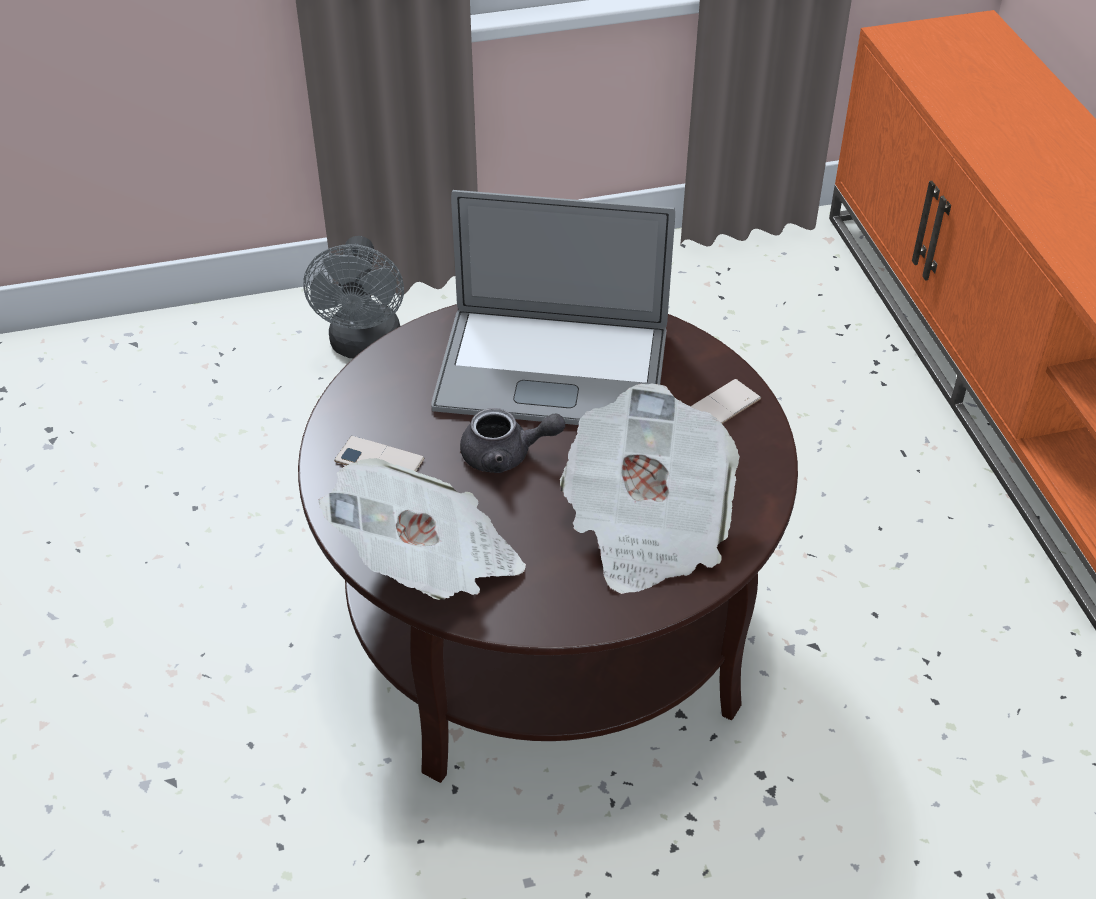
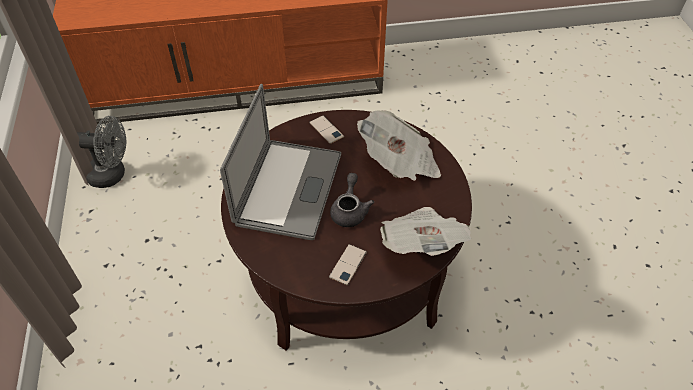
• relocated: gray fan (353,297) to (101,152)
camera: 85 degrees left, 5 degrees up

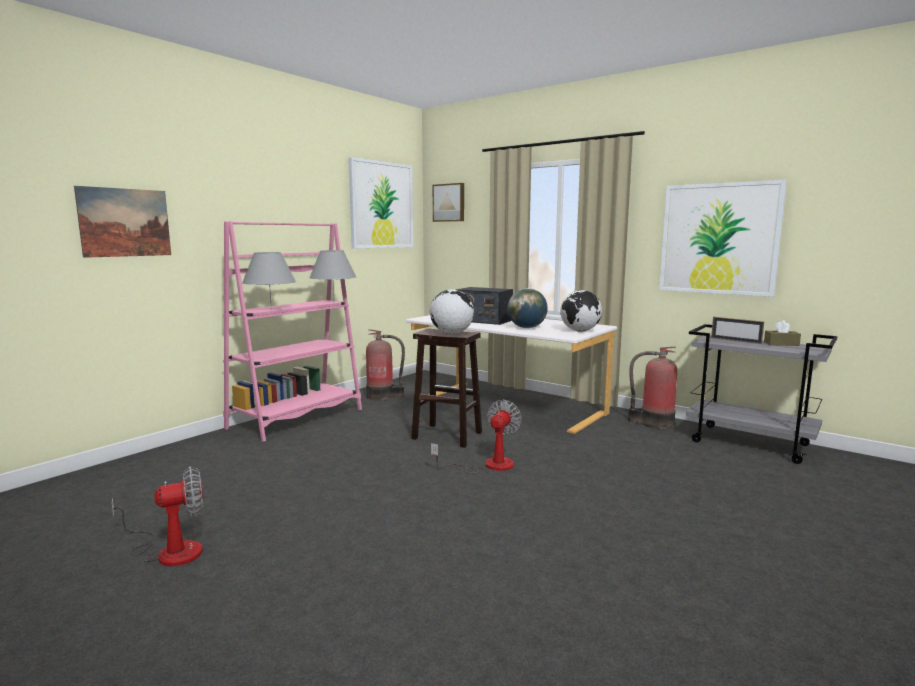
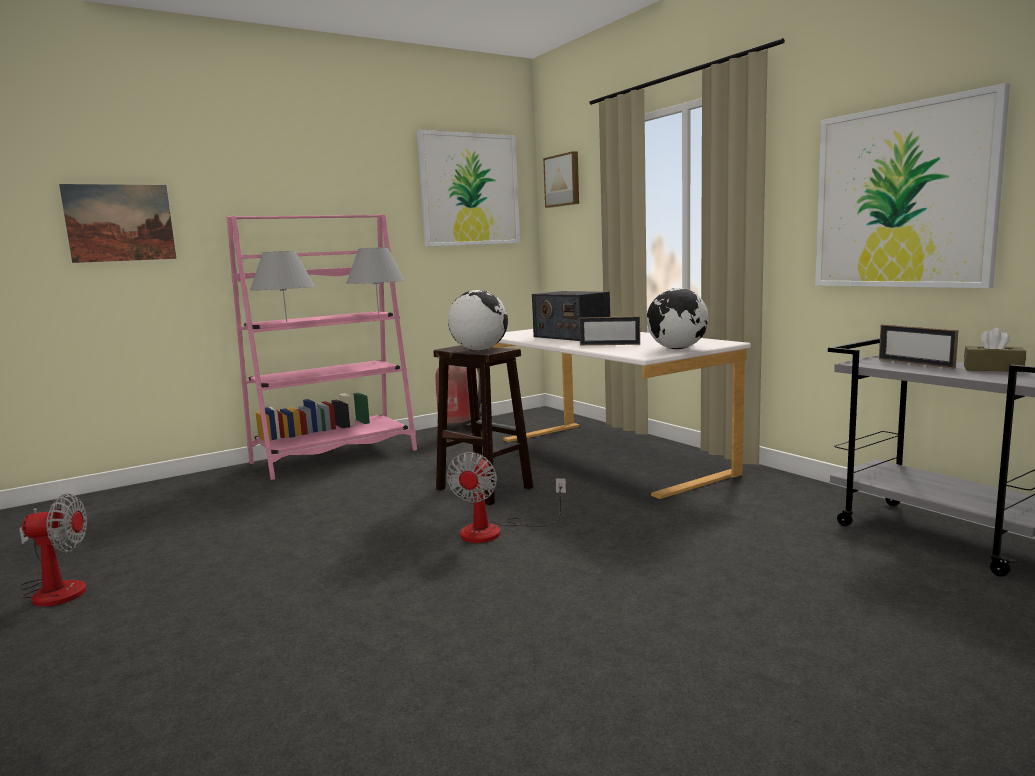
• spun: fan (476,437) = (506,497) 150 degrees clockwise
• exchanged: world globe (527,308) to standing frame (609,330)
• missing: fire extinguisher (652,388)
camera: 20 degrees right, 0 degrees up

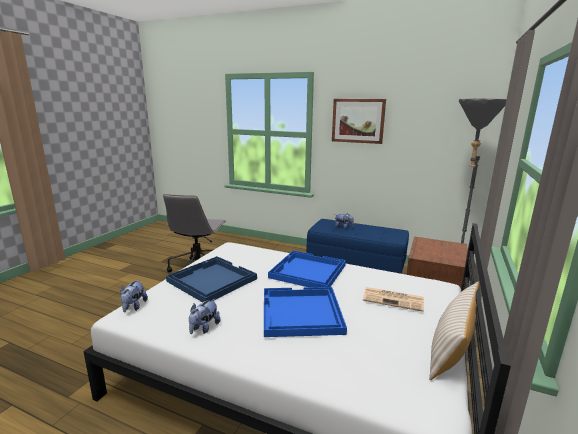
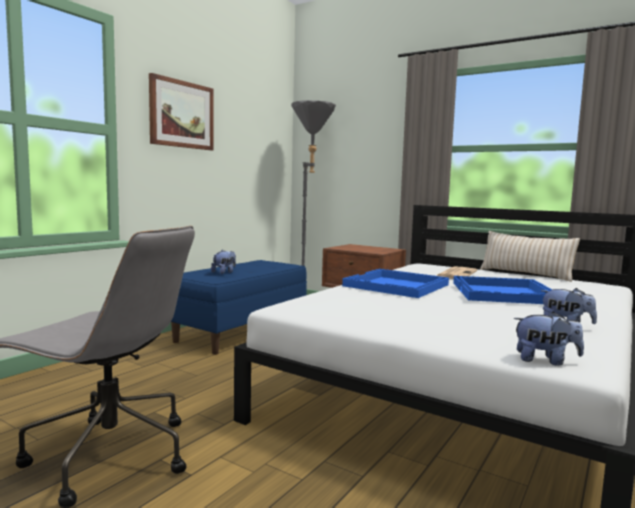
• missing: blue-coloured serving tray (211,279)
camera: 80 degrees left, 10 degrees down

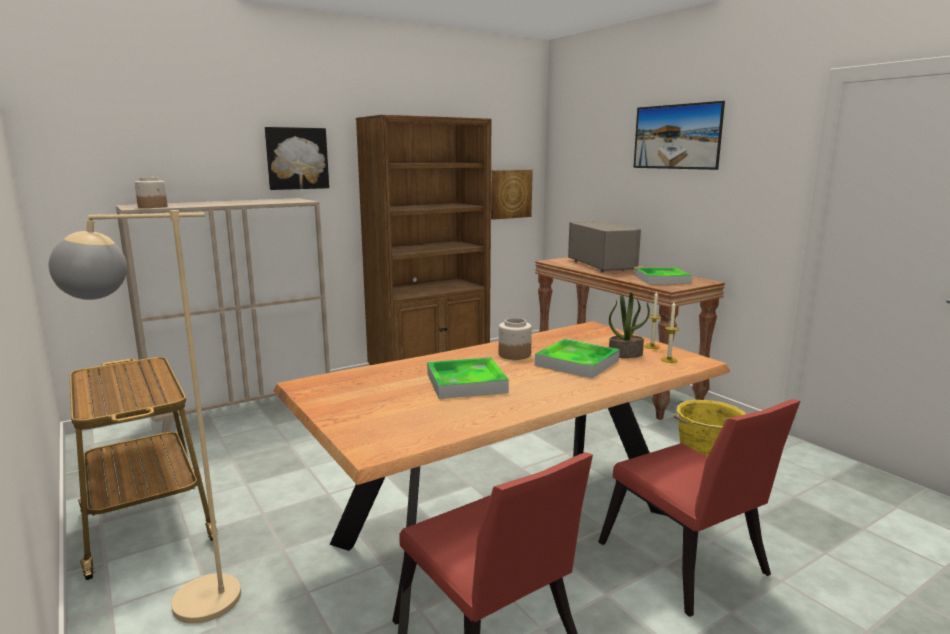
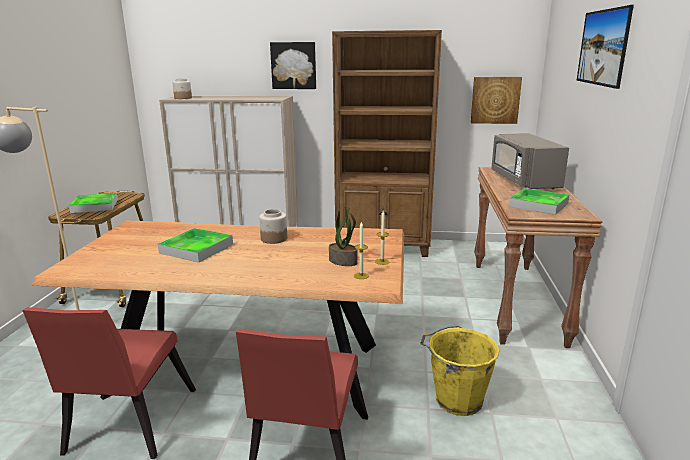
• relocated: serving tray (577,358) to (93,203)
• spun: gray kitchen microwave (604,246) = (530,161) 150 degrees clockwise
camera: 40 degrees right, 5 degrees up

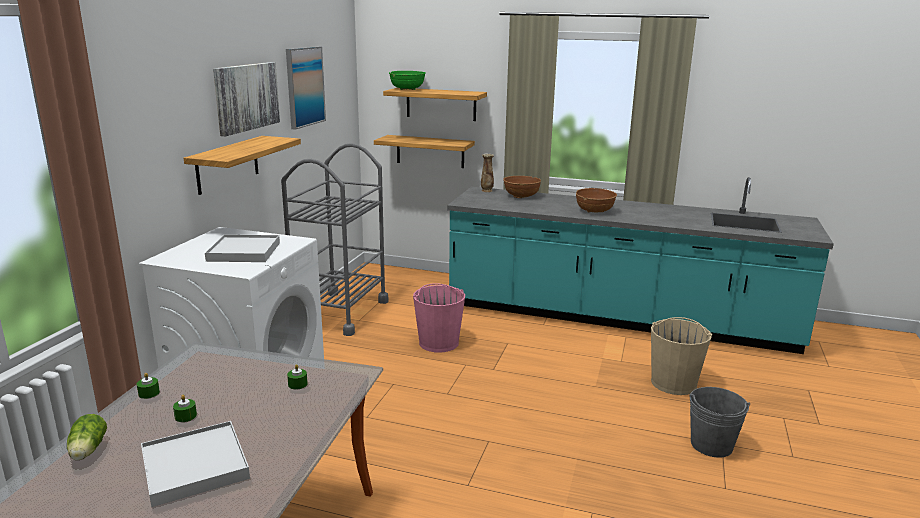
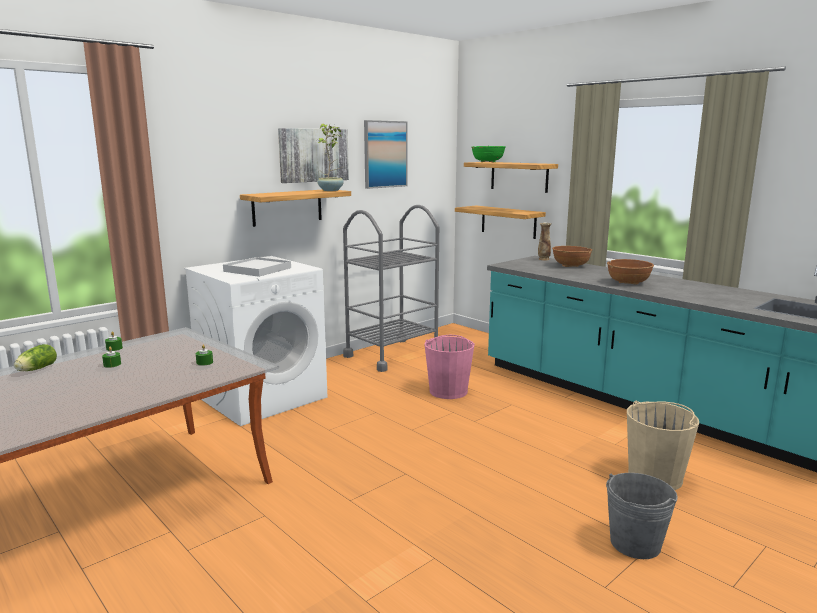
• missing: white-coloured serving tray (195,464)
• appeared: plant in a pot (330,157)
camera: 30 degrees right, 5 degrees down

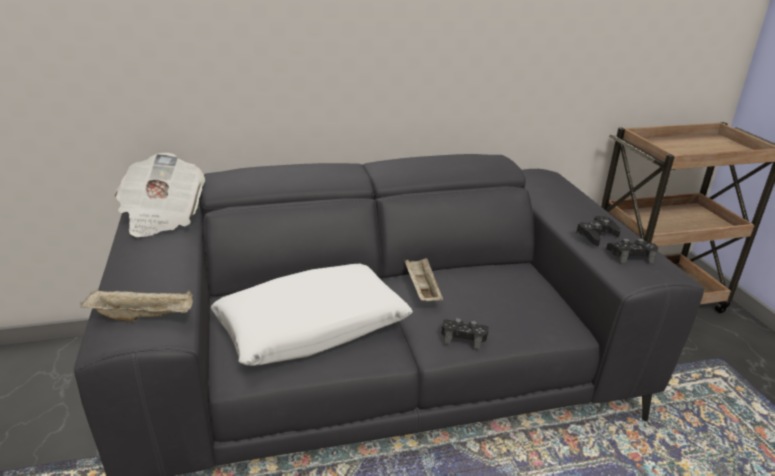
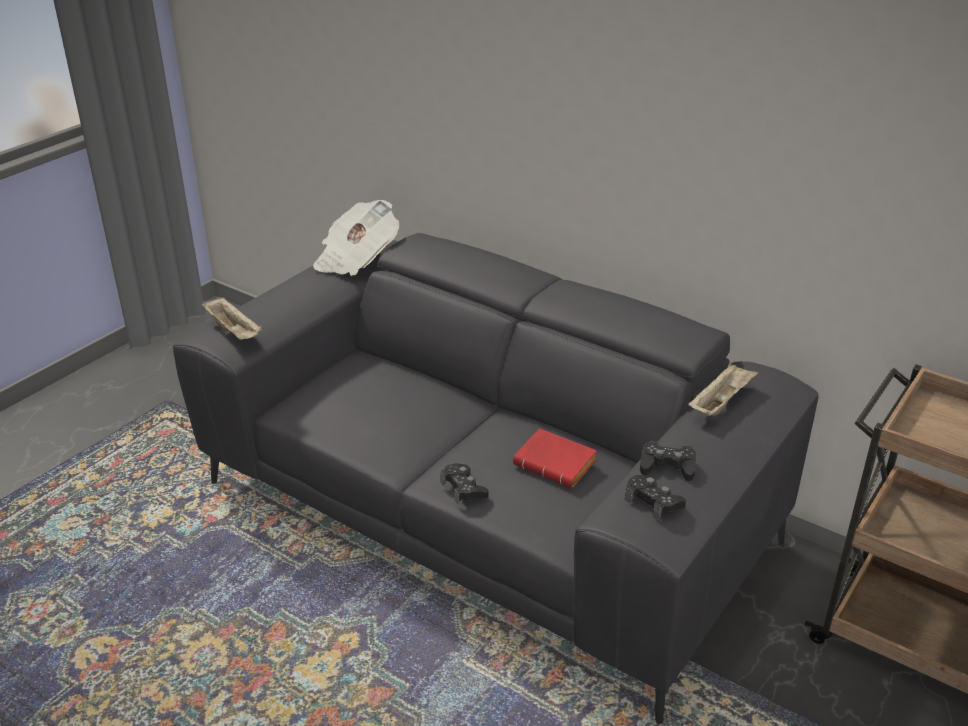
• missing: white-coloured cushion (311,315)
• relocated: beige-coloured serving tray (423,280) to (723,389)
• appeared: reddish volume (555,458)
camera: 50 degrees right, 5 degrees up

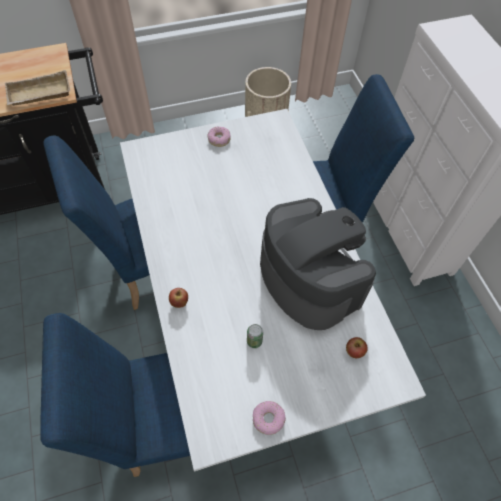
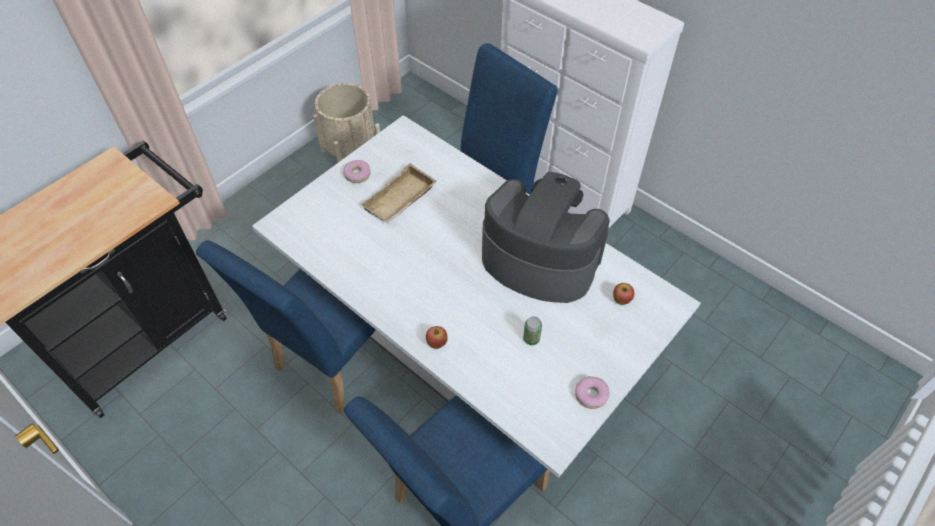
• relocated: beige-coloured serving tray (37,88) to (399,193)
camera: 30 degrees left, 5 degrees down

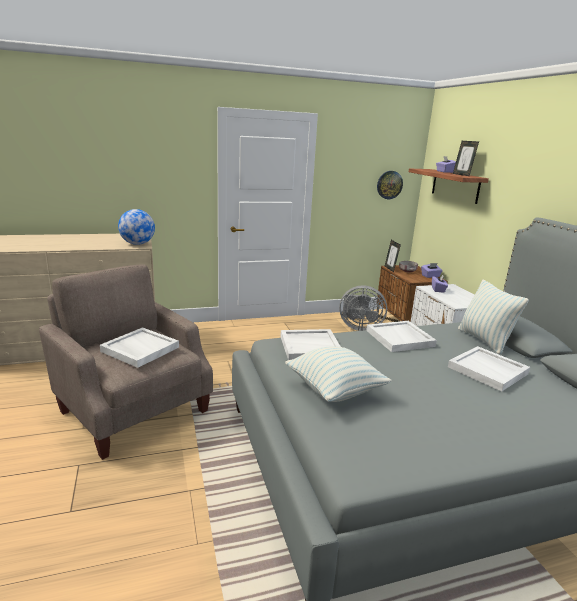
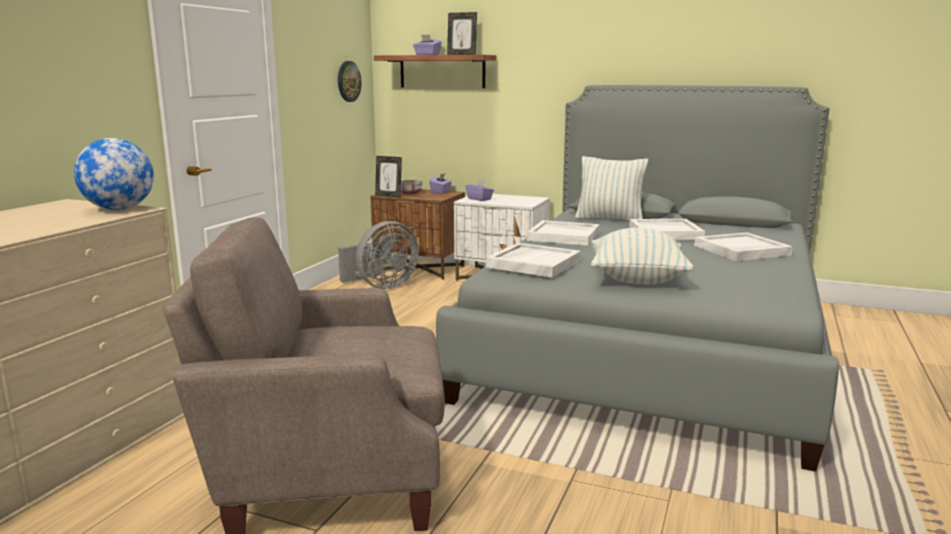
• relocated: white-coloured serving tray (139,347) to (743,246)
camera: 50 degrees left, 5 degrees down

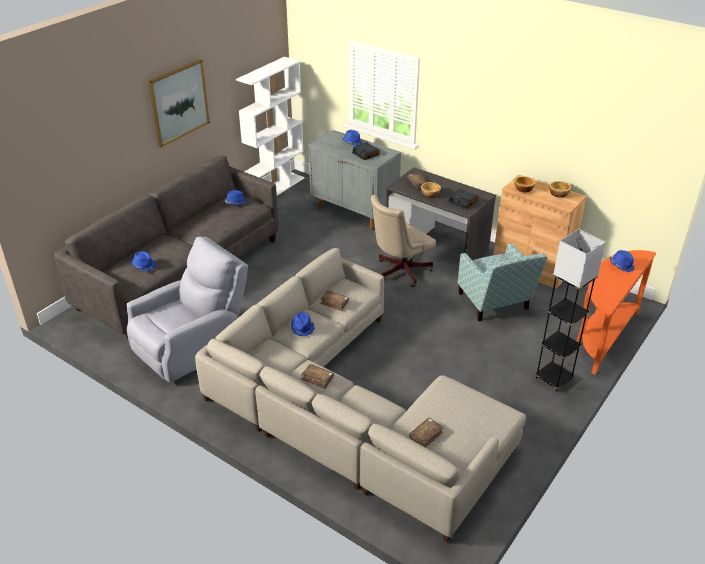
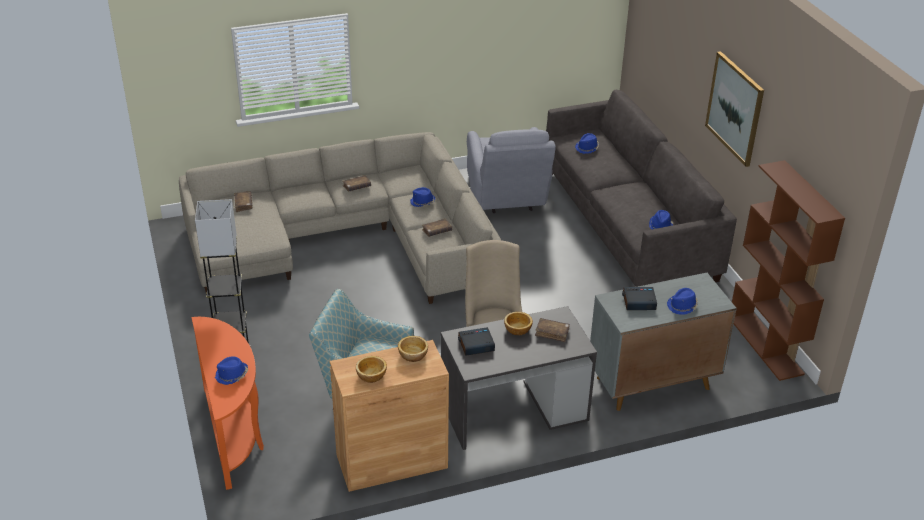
• colour: white-coloured shelving unit (270,126) to brownish shelving unit (788,270)
camera: 125 degrees right, 0 degrees up

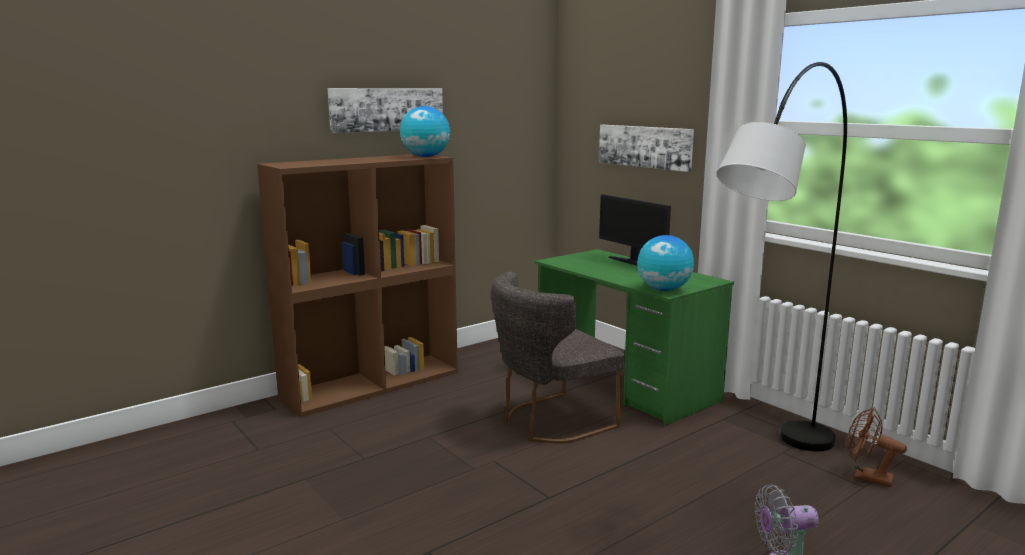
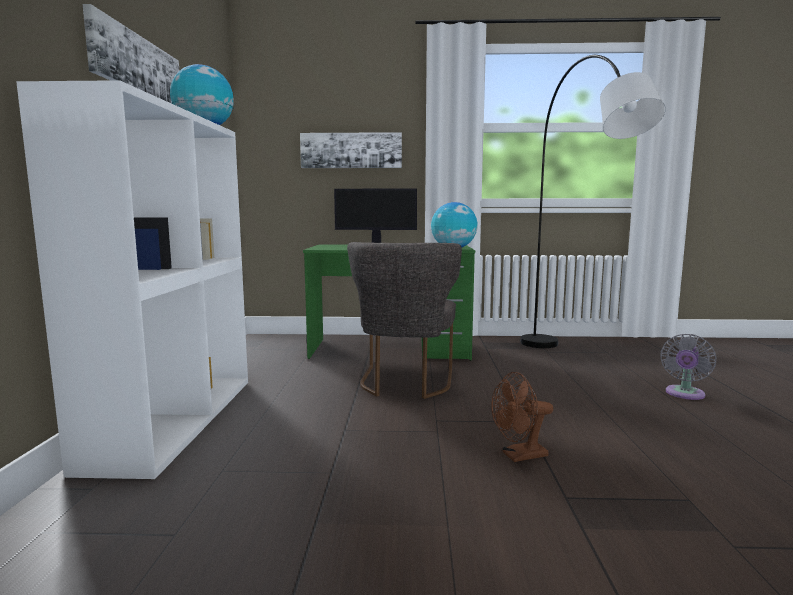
• colour: brownish shelving unit (357,286) to white-coloured shelving unit (132,279)
• relocated: brownish fan (877,447) to (522,417)
camera: 50 degrees left, 5 degrees down

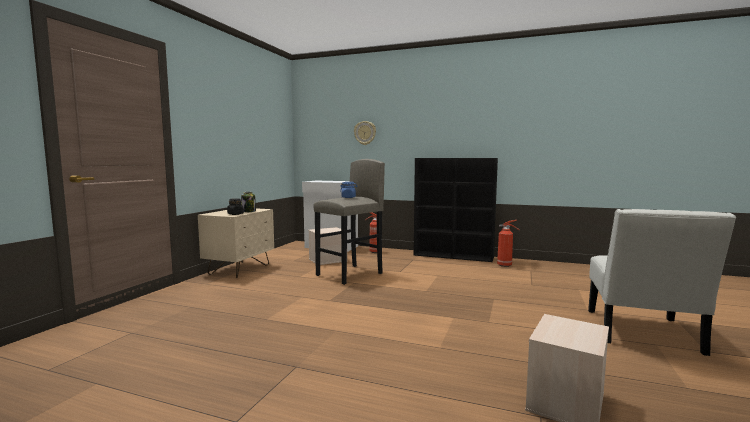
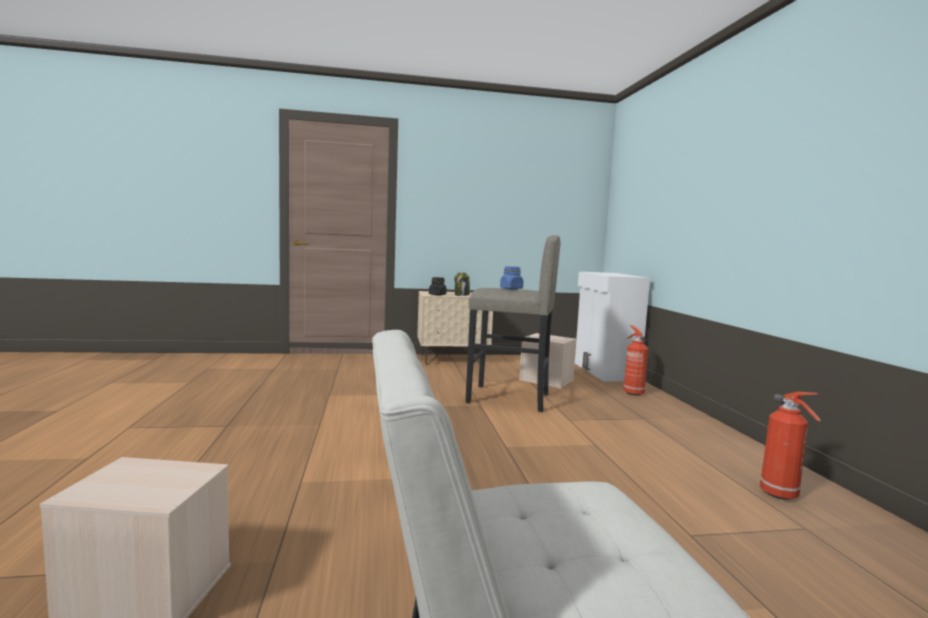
• missing: wall clock (365,133)
• missing: blackish shelving unit (456,210)
camera: 60 degrees right, 0 degrees up

